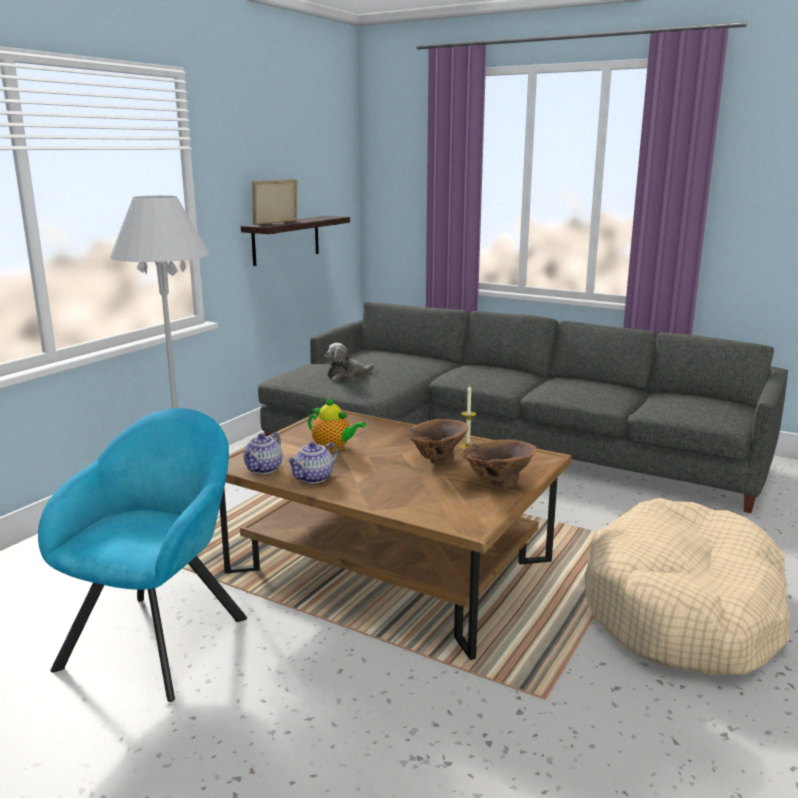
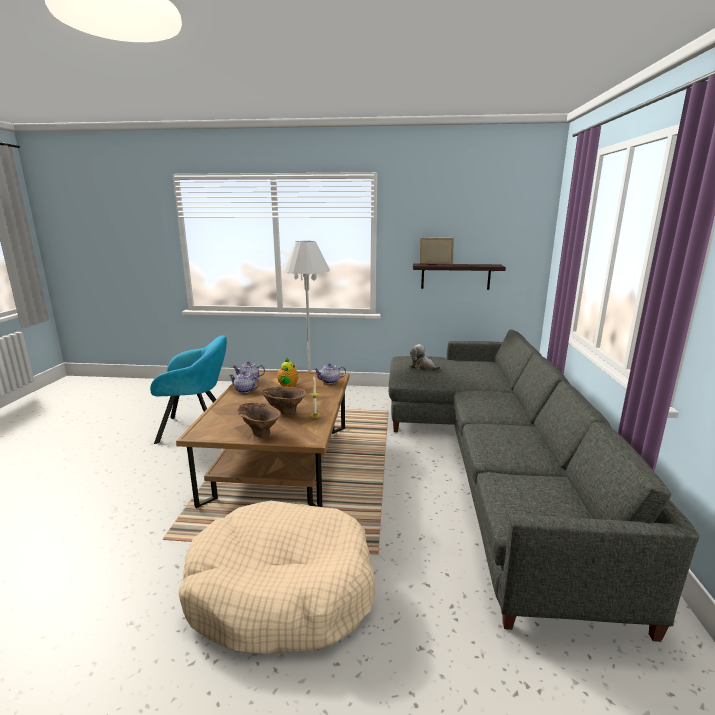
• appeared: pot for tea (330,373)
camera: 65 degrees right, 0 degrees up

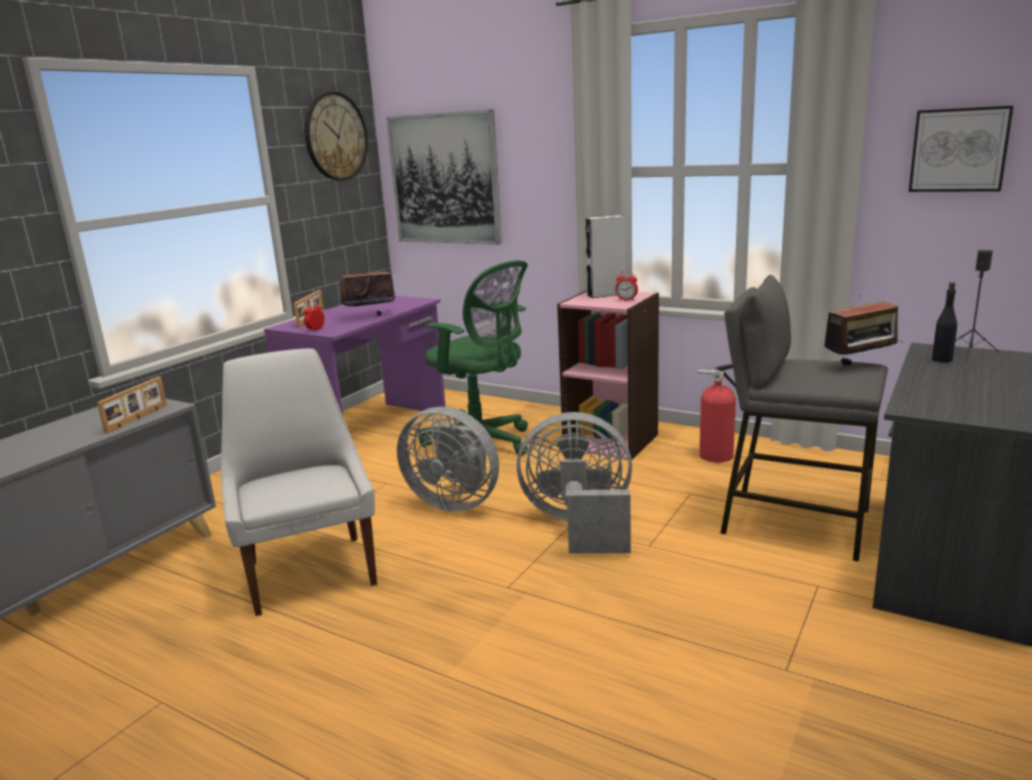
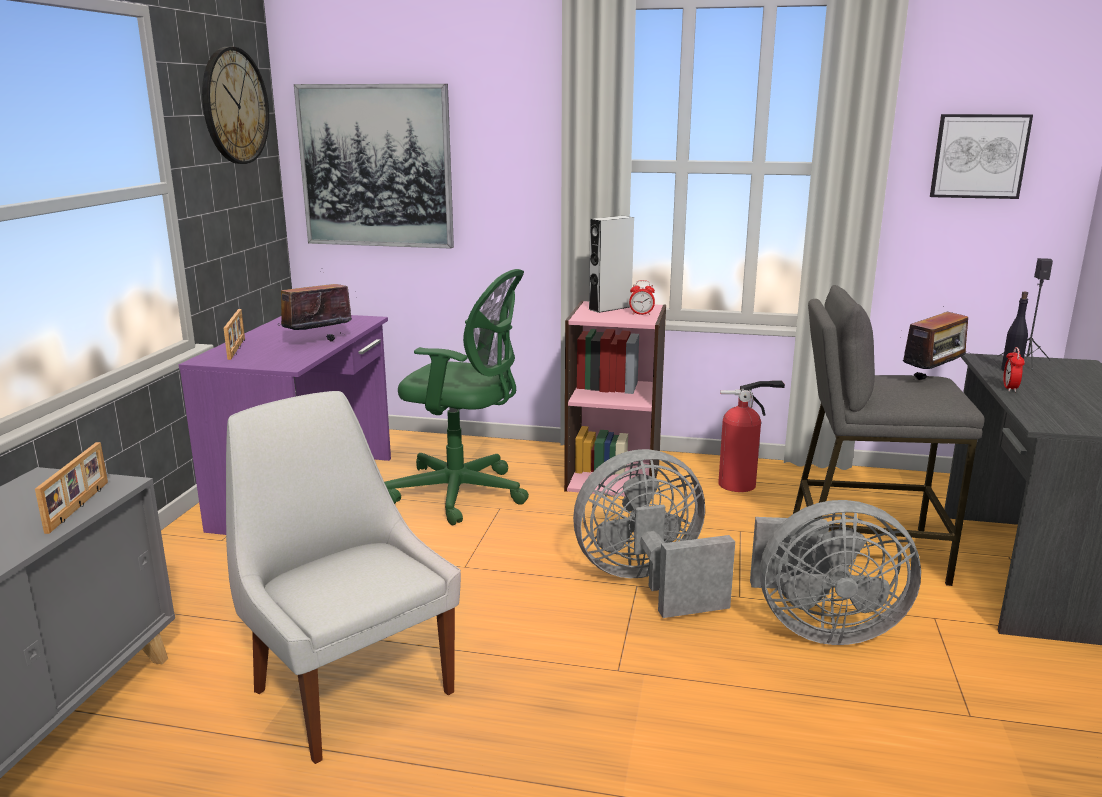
• relocated: bedside clock (314,316) to (1014,369)
• relocated: gray fan (448,459) to (835,572)
camera: 20 degrees left, 0 degrees up

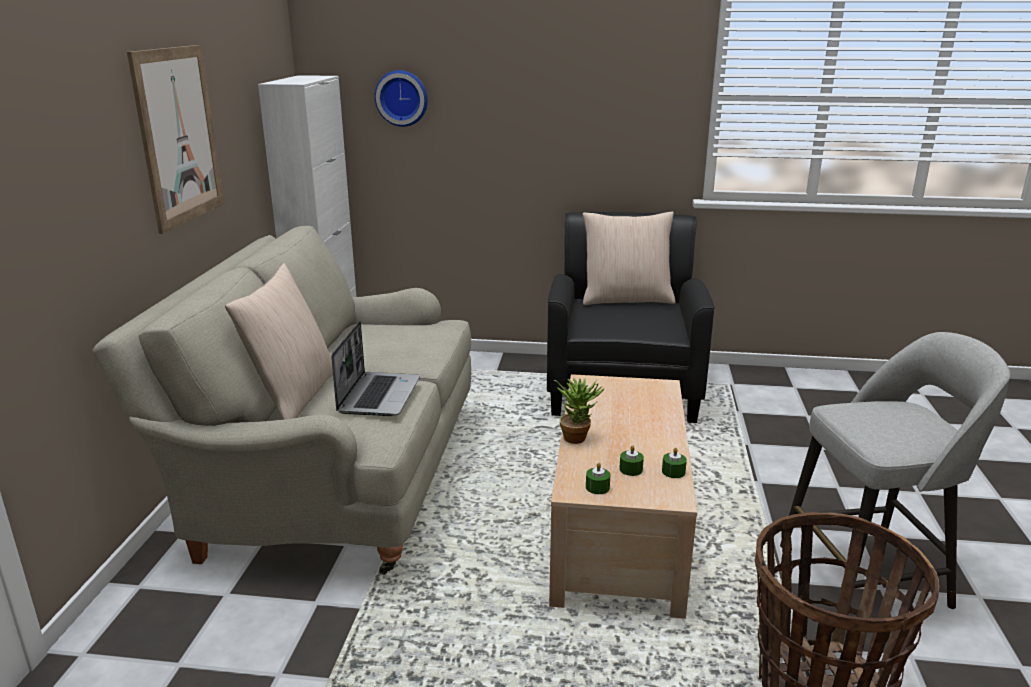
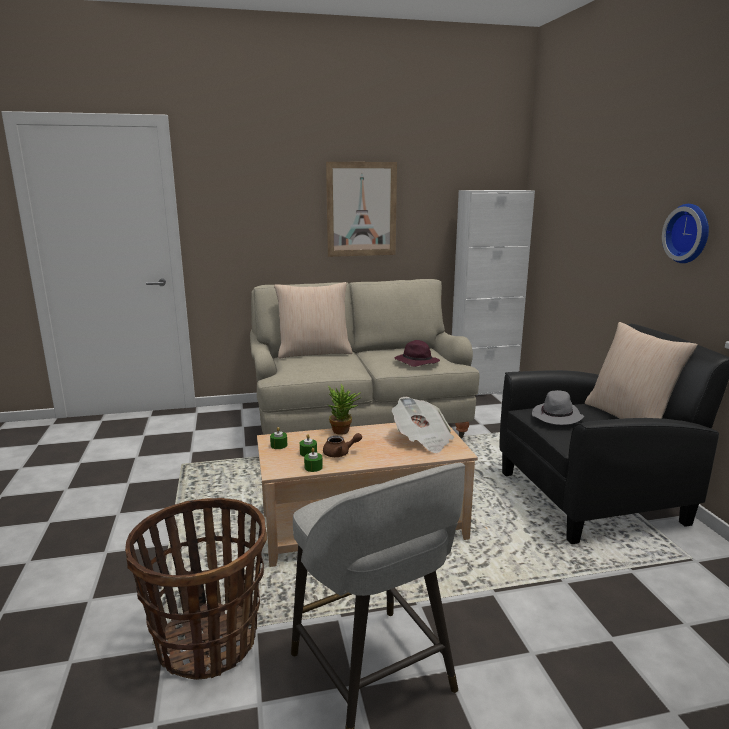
• missing: notebook computer (375,368)
• relocated: wall clock (401,98) to (685,233)
• appeared: brownish pot for tea (342,445)
• appeared: daily paper (423,425)
• appeared: purple wearable hat (417,353)
• appeared: gray wearable hat (558,407)
camera: 70 degrees right, 5 degrees down

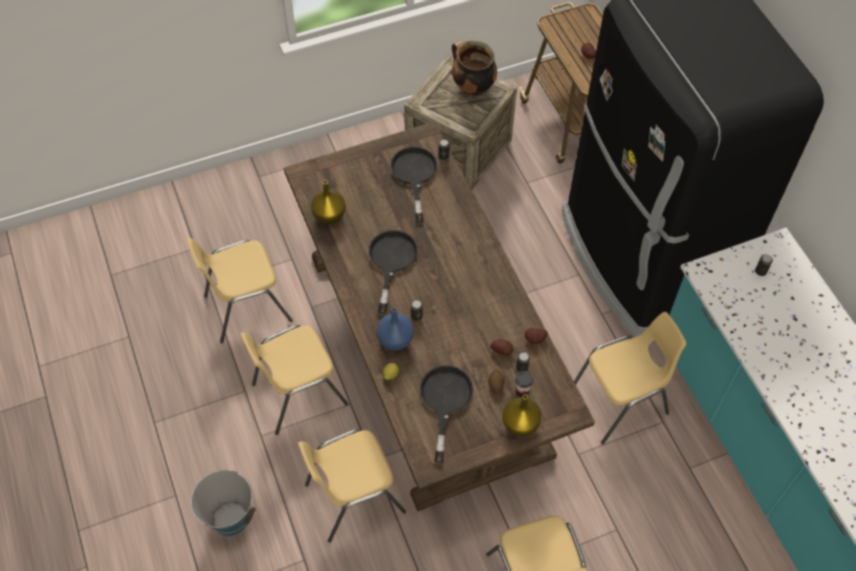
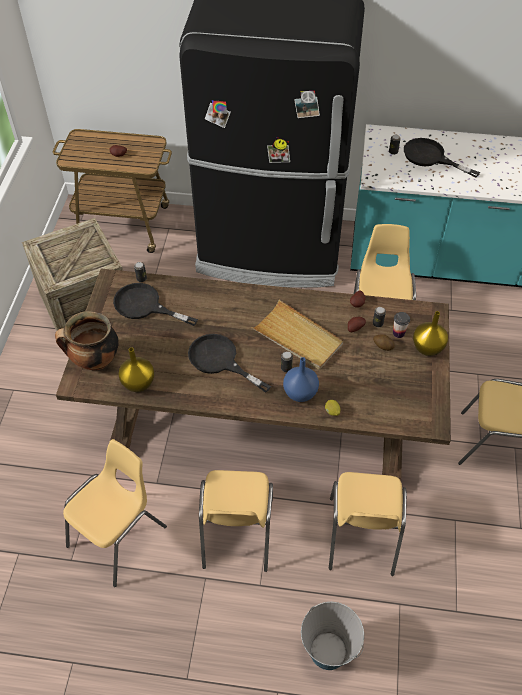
• spun: yellowish plain chair (240,291) = (115,513) 150 degrees counterclockwise
• relocated: blackish frying pan (446,414) to (442,158)
• relocated: cooking pot (474,68) to (86,340)
• appeared: beige-coloured serving tray (297,335)
camera: 60 degrees left, 5 degrees down

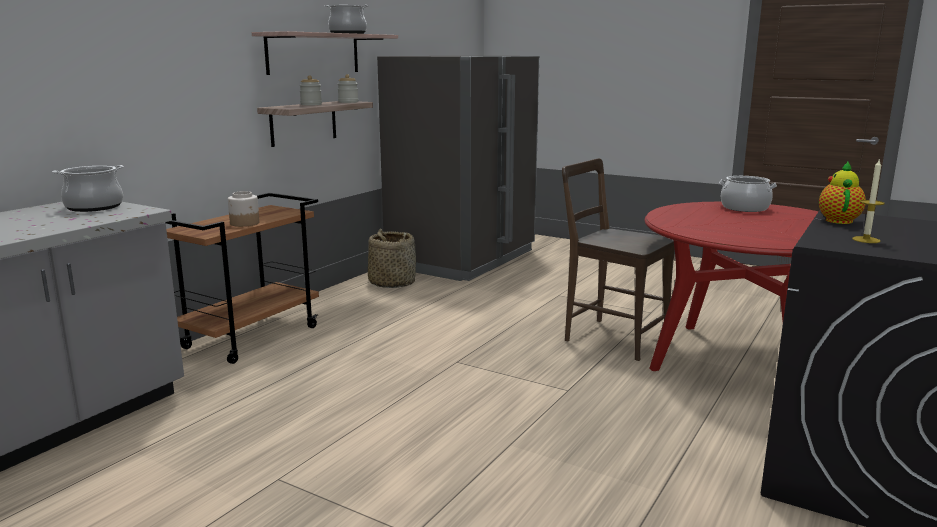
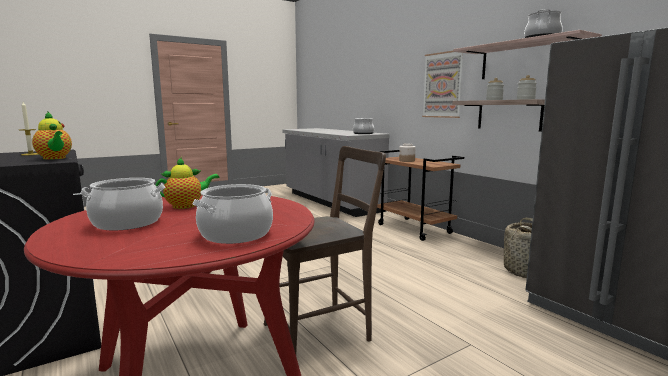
• appeared: cooking pot (122,204)
• appeared: pot for tea (187,183)
• appeared: wall picture (442,84)
camera: 115 degrees right, 5 degrees down

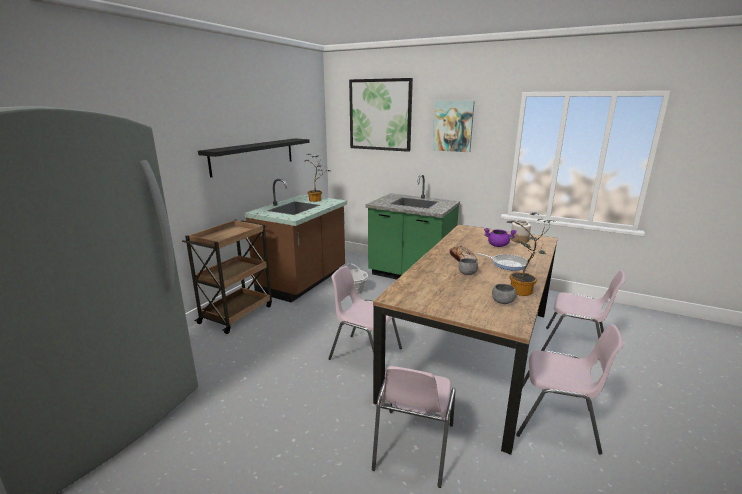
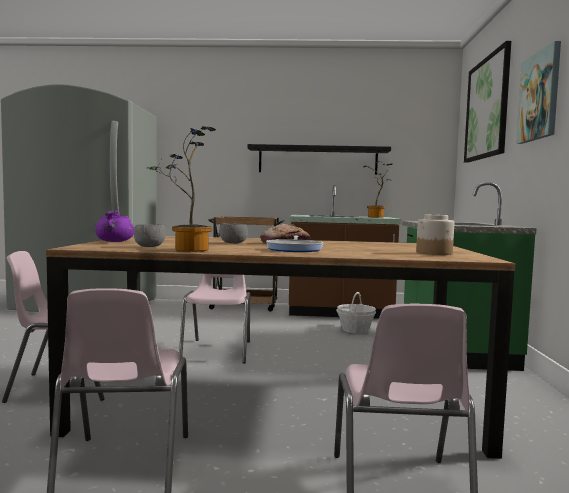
• relocated: purple cooking pot (500,237) to (114,226)
camera: 65 degrees right, 15 degrees down

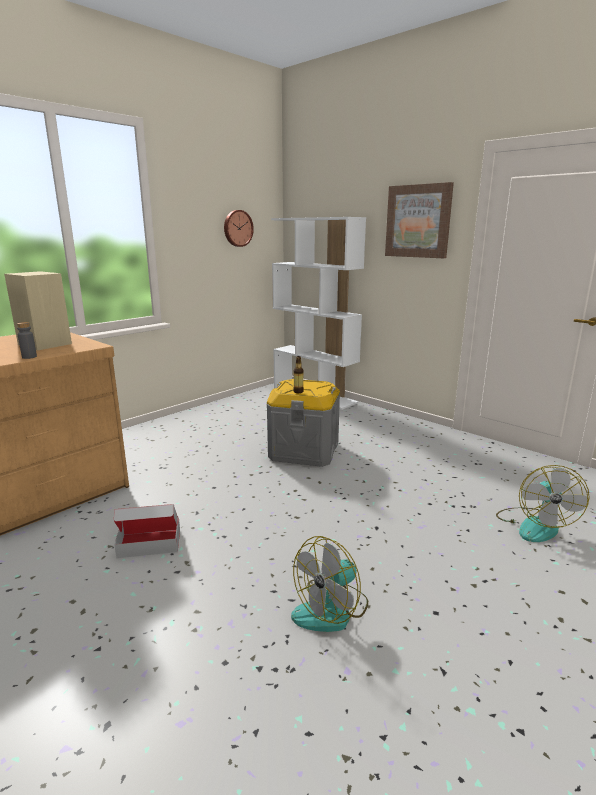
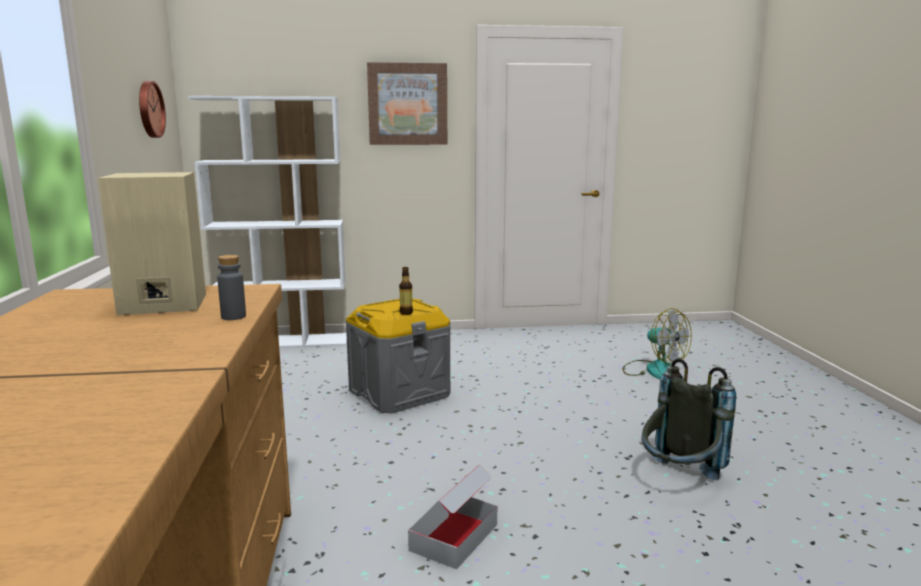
• exchanged: fan (329,584) to gray rucksack (689,419)
camera: 50 degrees left, 5 degrees down

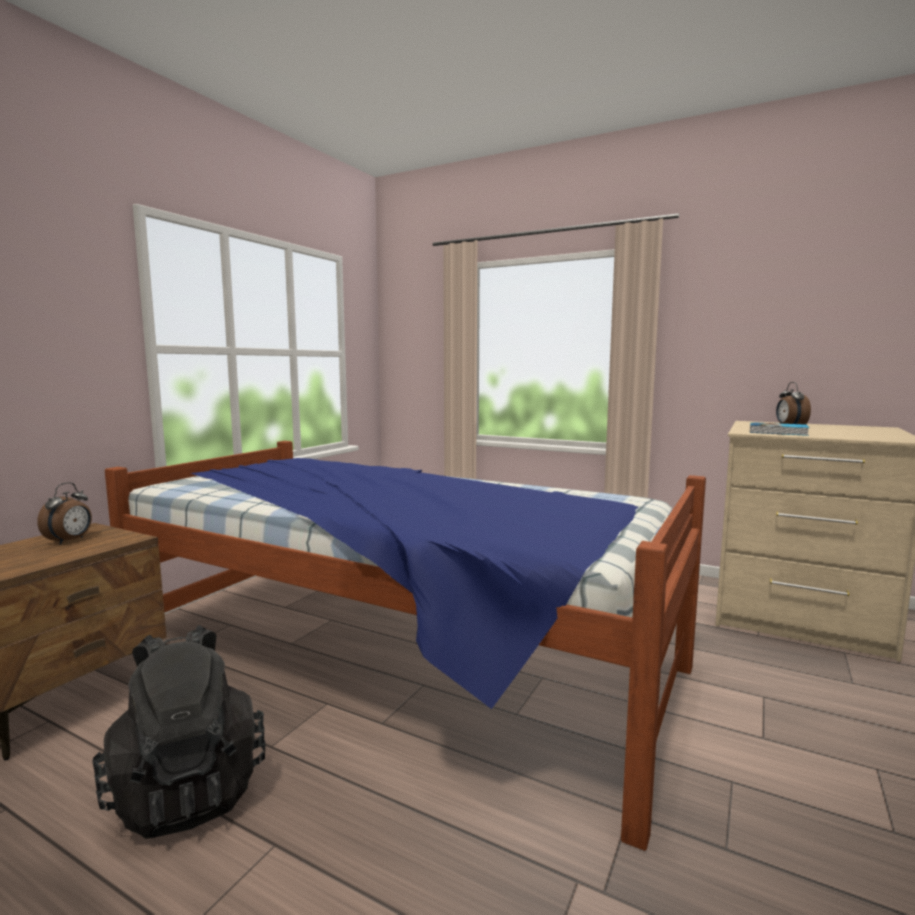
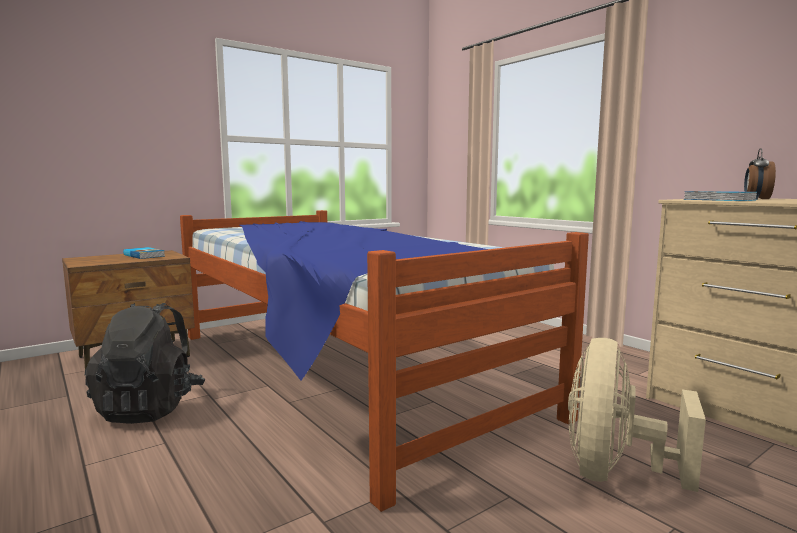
• exchanged: bedside clock (64,513) to volume (144,253)
• appeared: beige-coloured fan (637,415)
camera: 25 degrees right, 0 degrees up

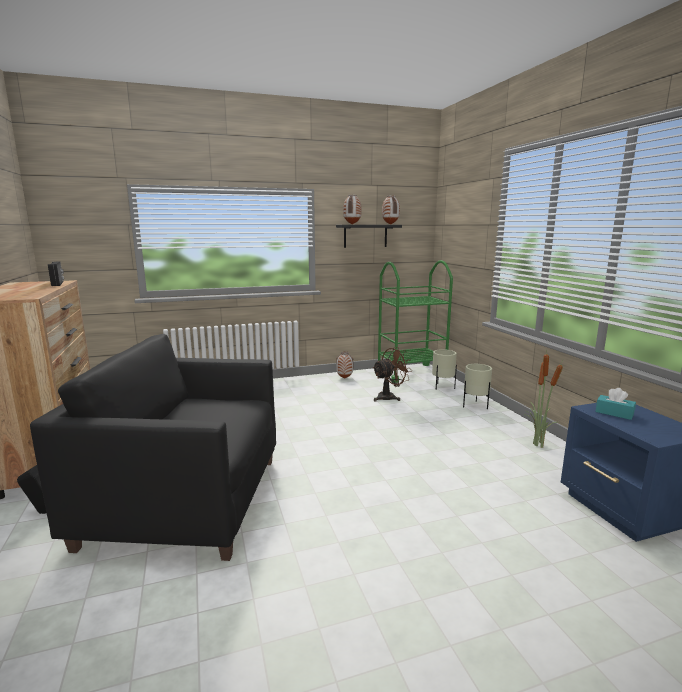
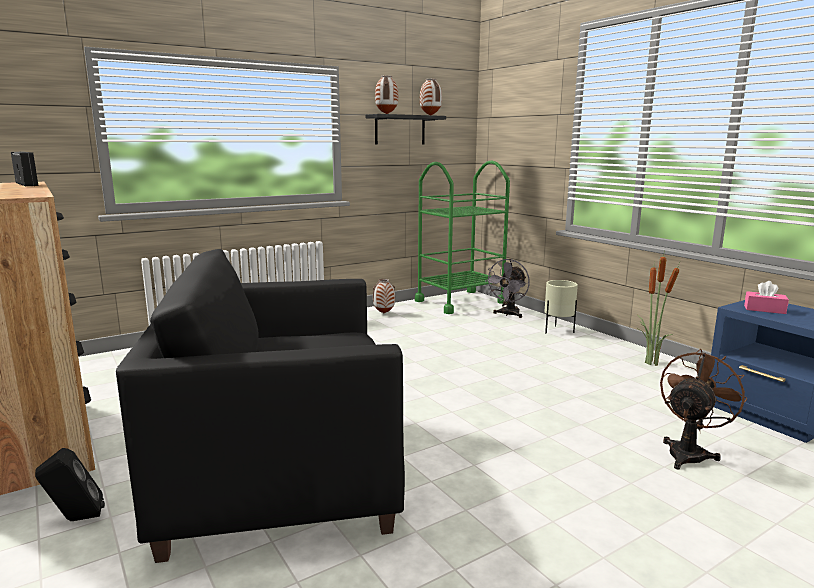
• relocated: brownish fan (392,374) to (704,409)
• exchanged: beige-coloured plant pot (444,369) to gray fan (507,288)
• colour: turquoise tissue holder (615,404) to pink tissue holder (766,297)
camera: 15 degrees left, 0 degrees up

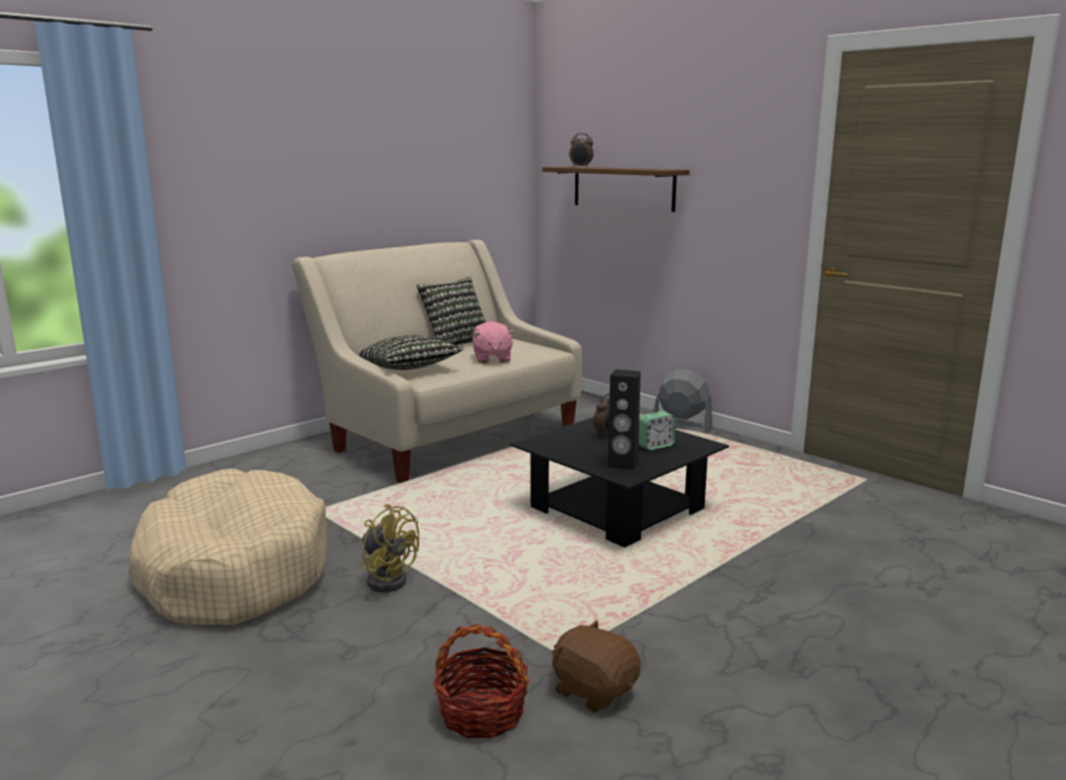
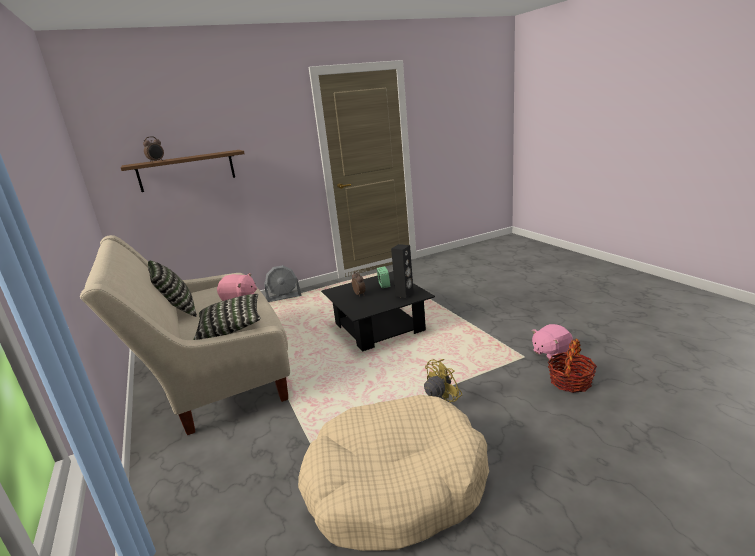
• colour: brownish plush toy (596,666) to pink plush toy (552,342)
• spun: gray fan (682,401) = (283,283) 150 degrees counterclockwise
camera: 70 degrees left, 5 degrees up

